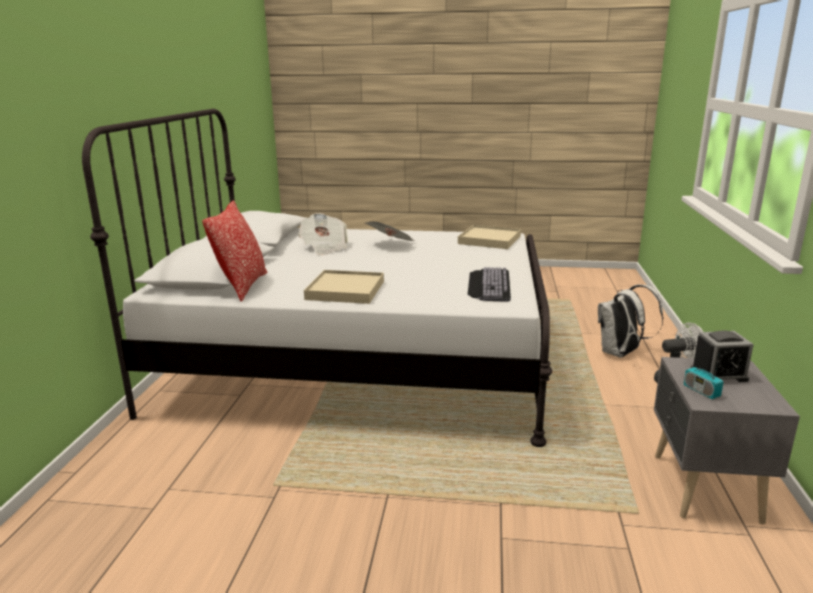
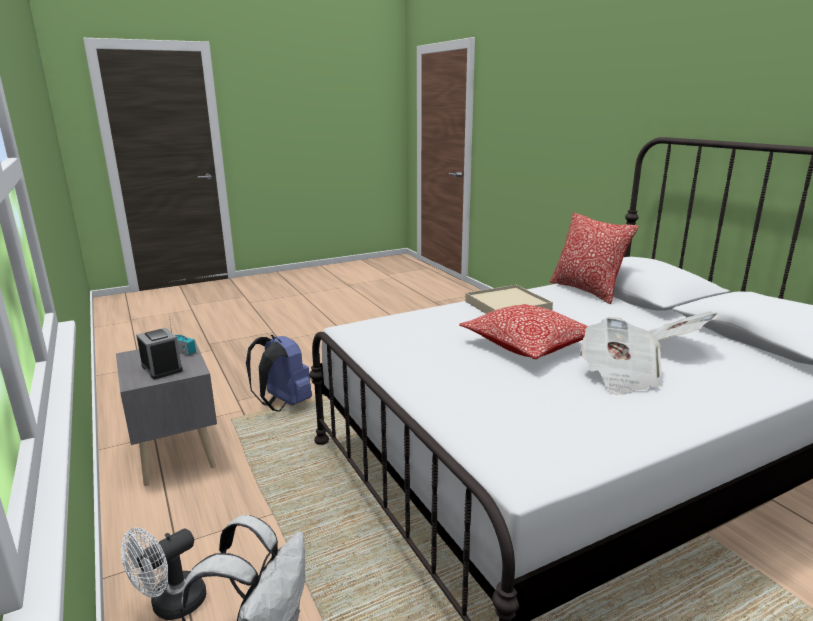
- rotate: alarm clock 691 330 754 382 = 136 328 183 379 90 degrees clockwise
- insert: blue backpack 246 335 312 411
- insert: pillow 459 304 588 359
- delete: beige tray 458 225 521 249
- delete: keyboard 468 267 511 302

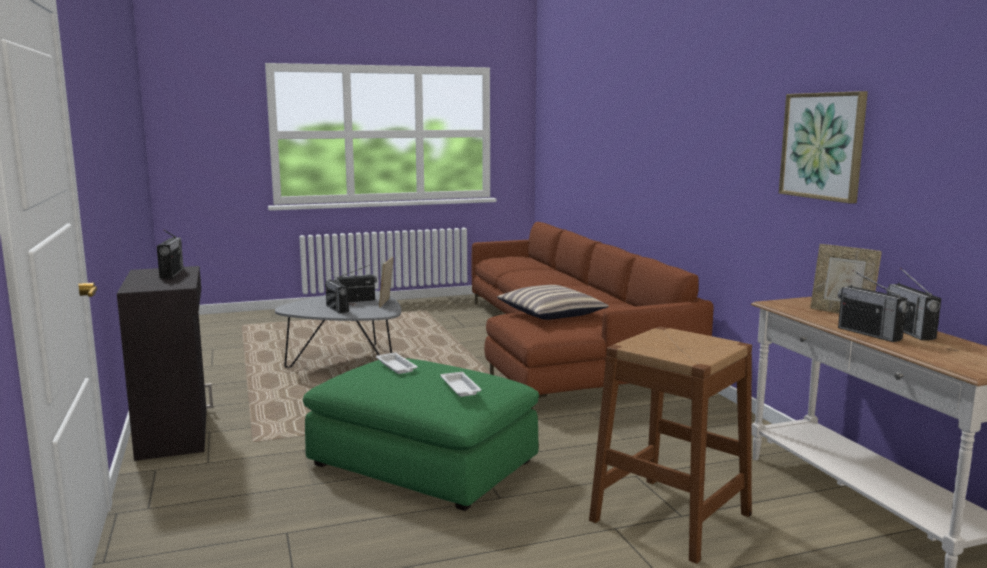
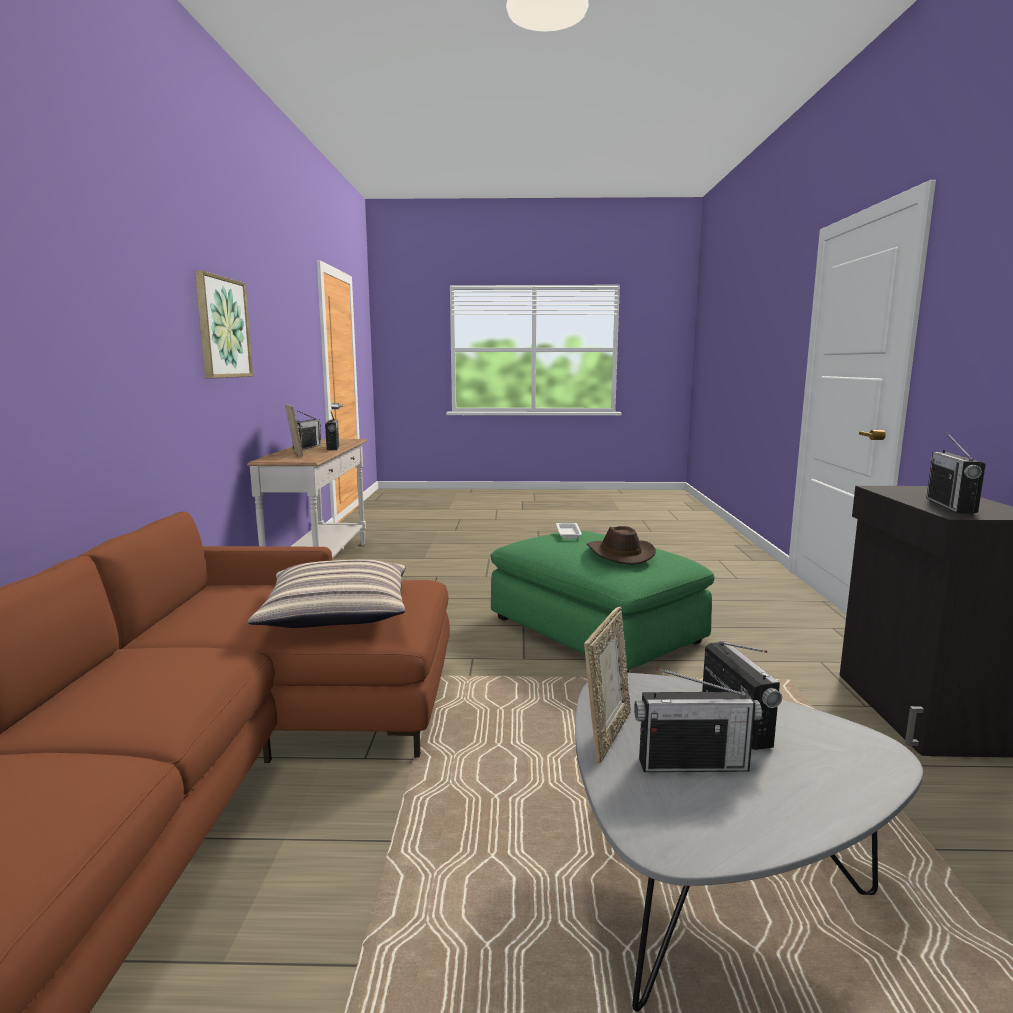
- replace: white tray 376 352 418 374 to brown hat 587 526 656 565
- delete: brown stool 589 327 752 564

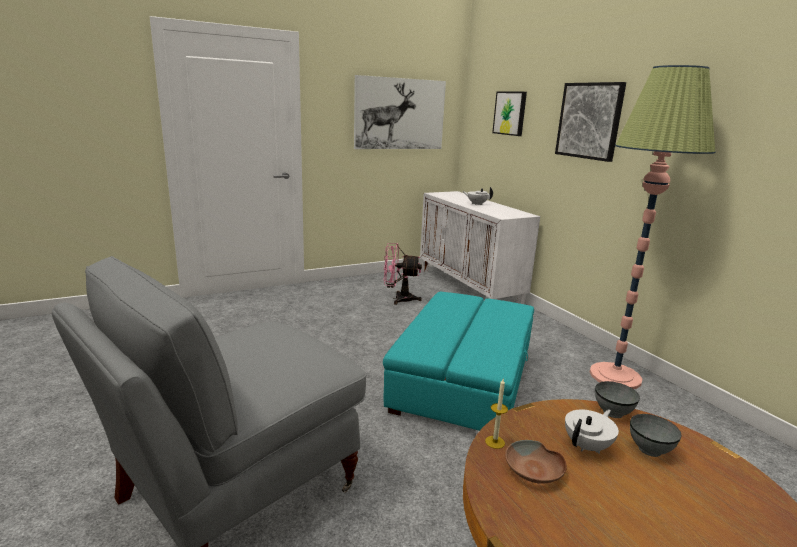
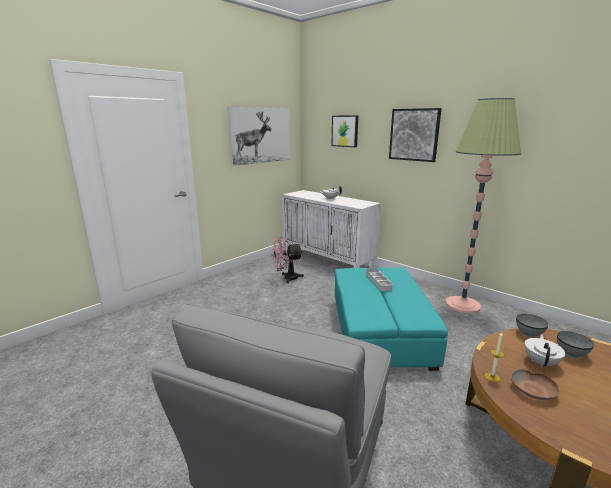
- insert: grey tray 366 268 392 291

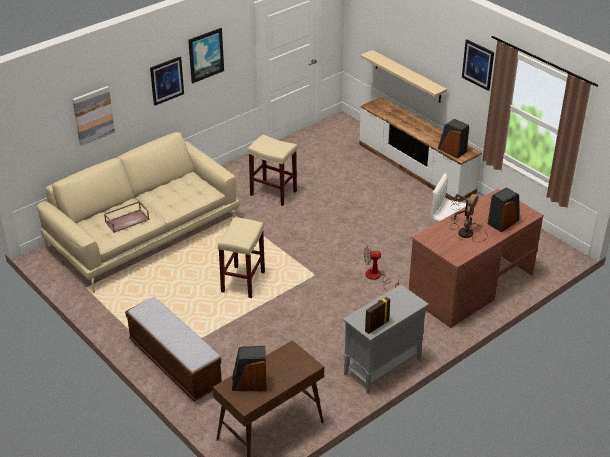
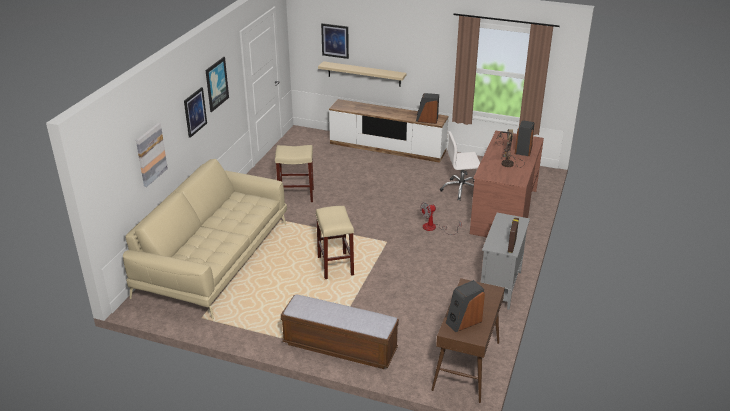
- move: picture 462 39 494 91 to 321 23 349 59
- delete: brown tray 104 201 149 233

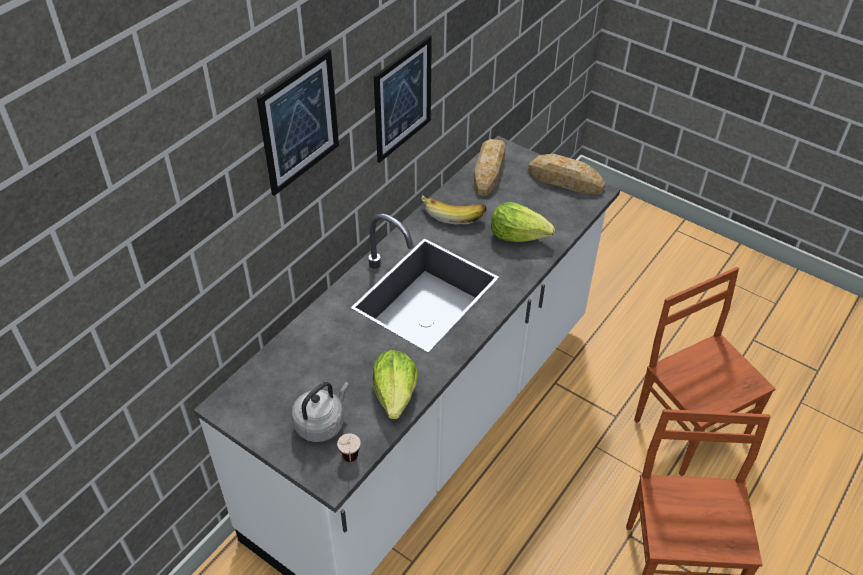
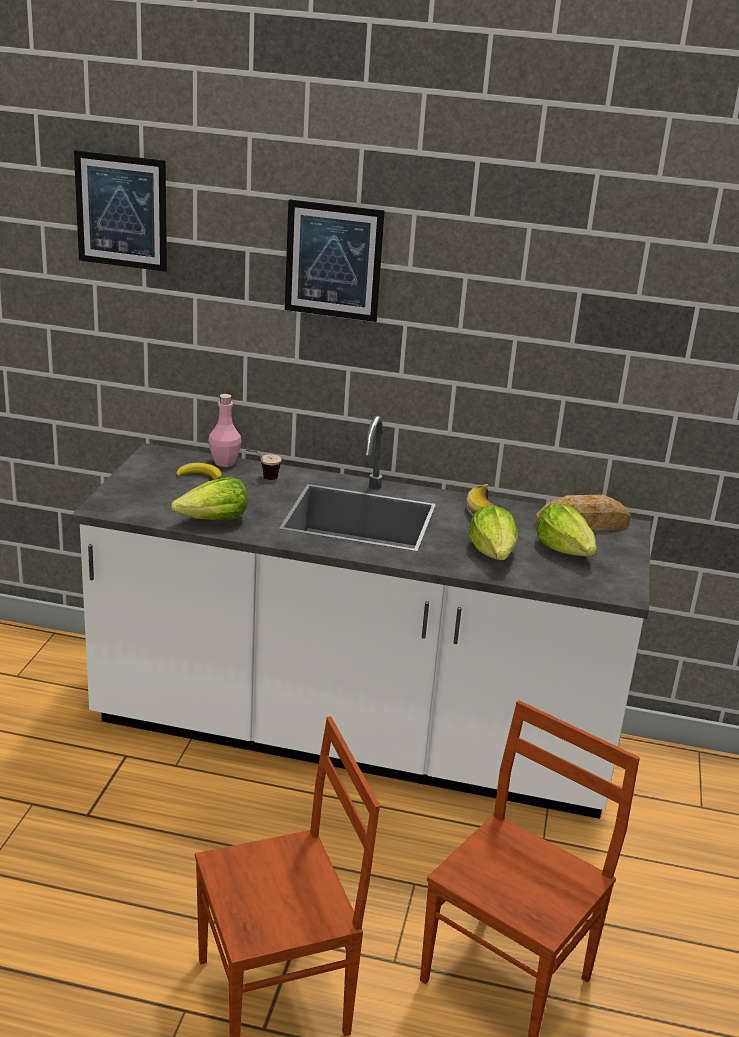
- move: picture 374 35 432 163 to 74 150 167 272
- insert: banana 176 463 222 480
- insert: pink bottle 208 394 242 467
- move: cup 337 433 361 462 to 246 450 282 480
- insert: lettuce 536 503 597 556
- delete: grey kettle 292 382 350 442
- delete: bread 528 154 605 194

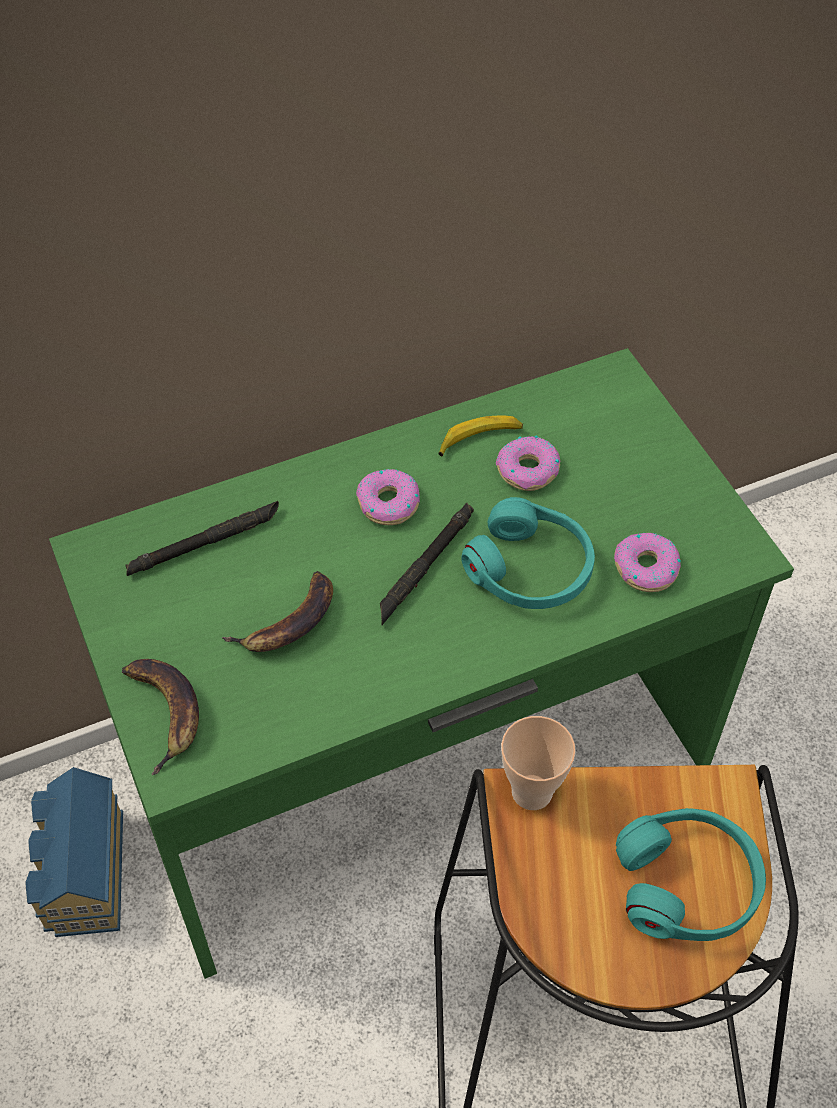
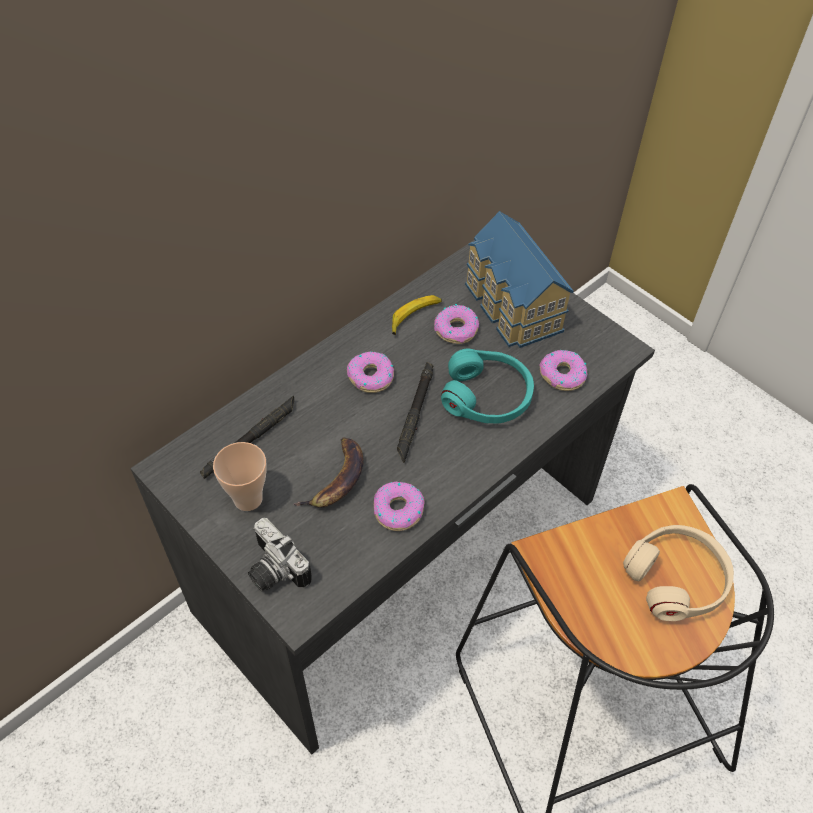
- recolor: green desk 49 348 794 979 to grey desk 130 240 655 755
- move: cup 501 716 576 810 to 213 442 267 511
- replace: banana 122 659 199 775 to photo camera 248 518 312 591
- insert: donut 374 482 425 531
- move: toy house 25 767 123 937 to 465 211 574 348
- recolor: turquoise headphones 616 808 766 941 to beige headphones 623 525 734 621

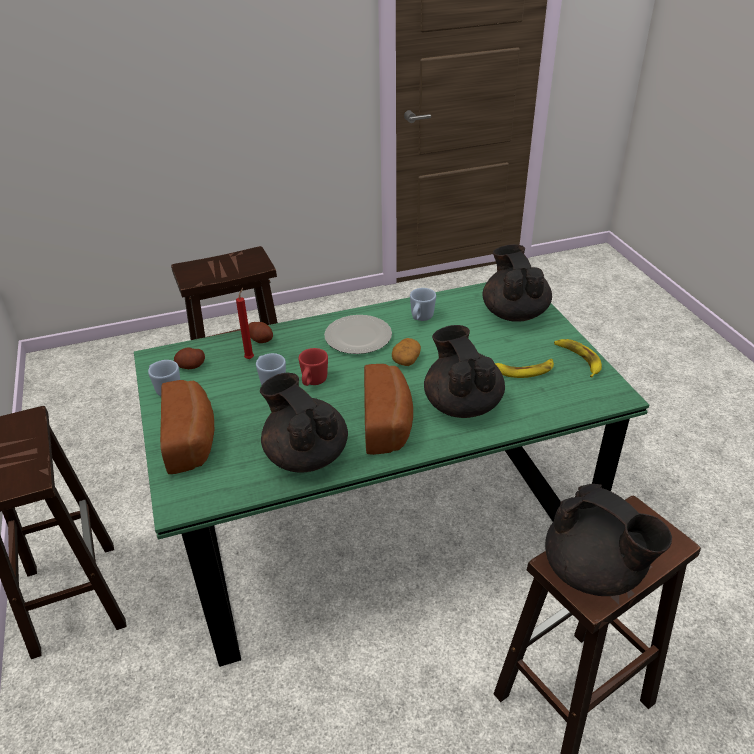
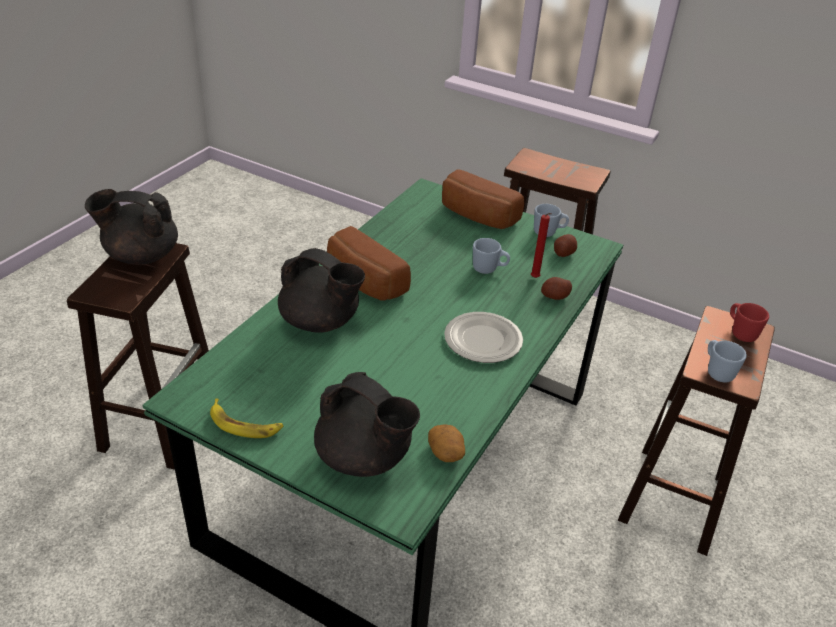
- move: potato 392 338 421 366 to 428 424 465 462
- move: blue mug 410 288 436 321 to 708 340 747 382
- move: red mug 299 348 328 386 to 730 303 769 342
- delete: black teapot 260 373 348 473
- delete: banana 495 359 554 378

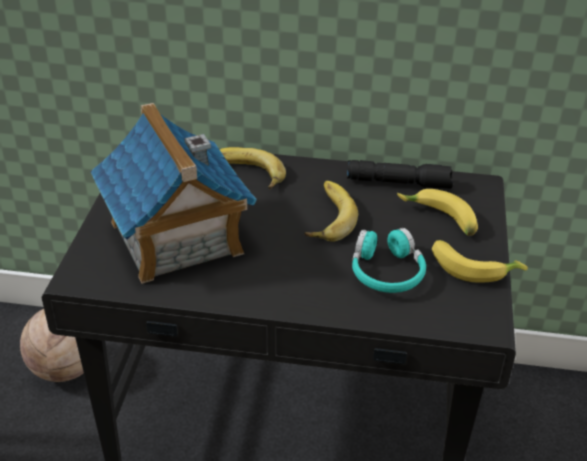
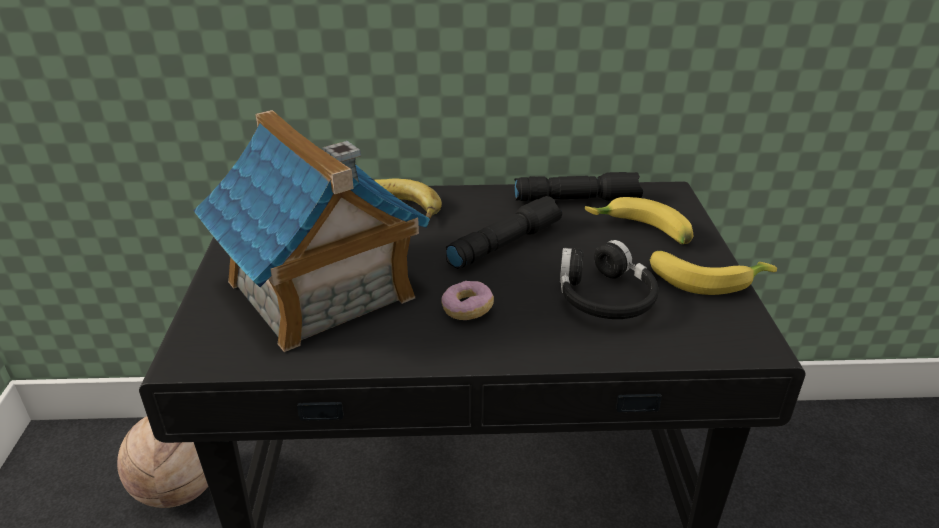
- insert: donut 441 281 494 320
- replace: banana 304 181 358 242 to black flashlight 446 196 562 269
- recolor: turquoise headphones 352 228 426 293 to black headphones 560 240 659 319

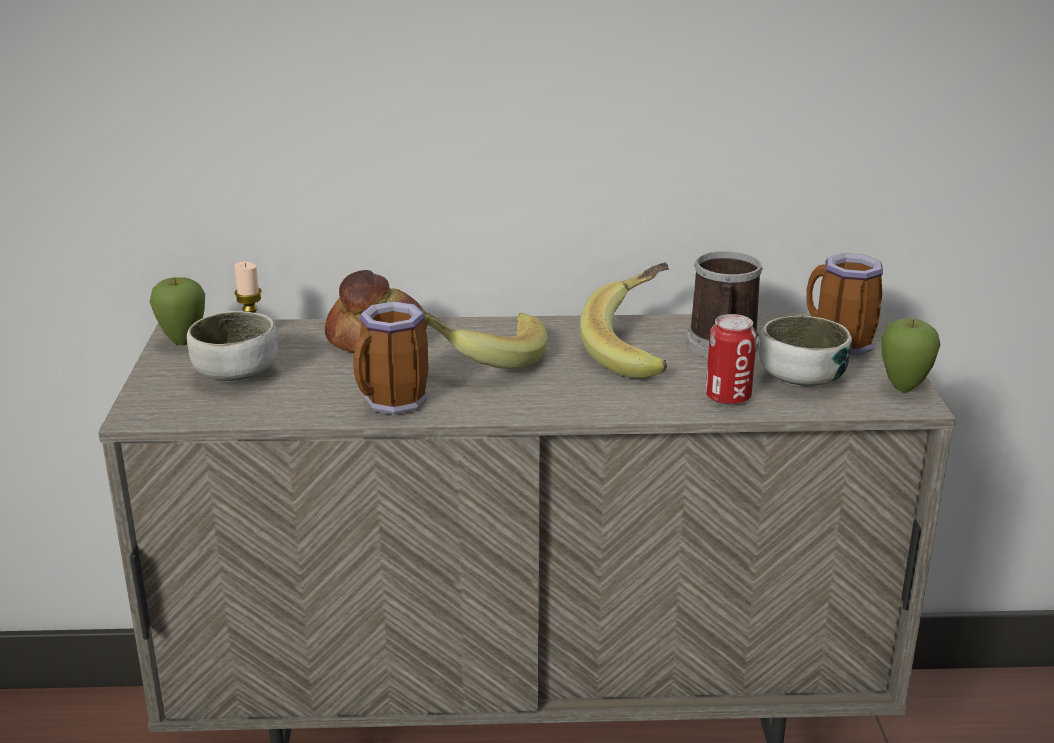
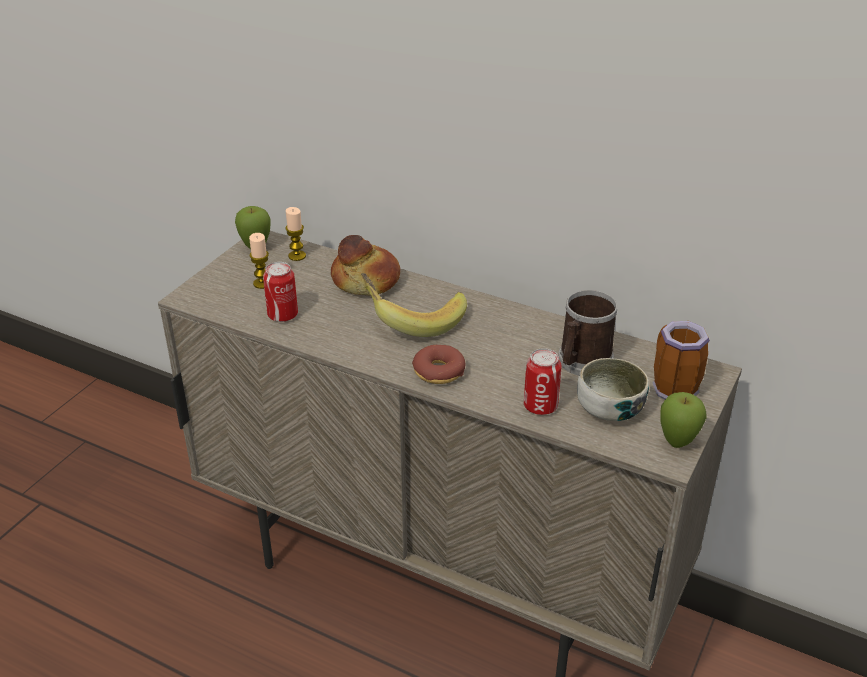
- replace: bowl 187 311 278 382 to candle 249 233 269 289
- insert: can 263 262 298 322
- insert: donut 412 345 466 384
- delete: mug 353 301 429 415
- delete: banana 580 263 669 378

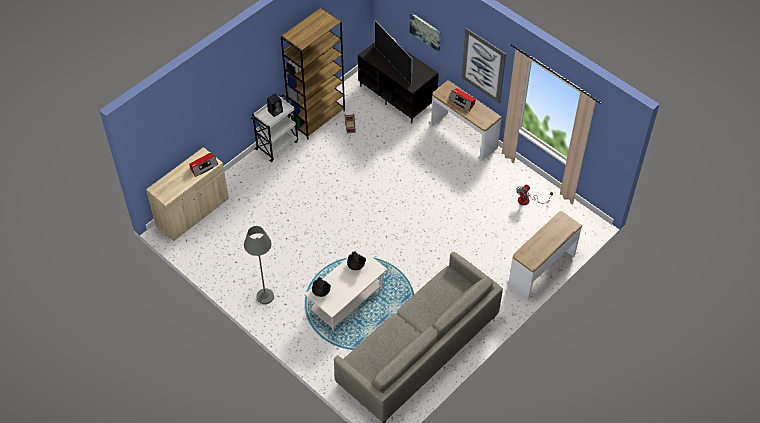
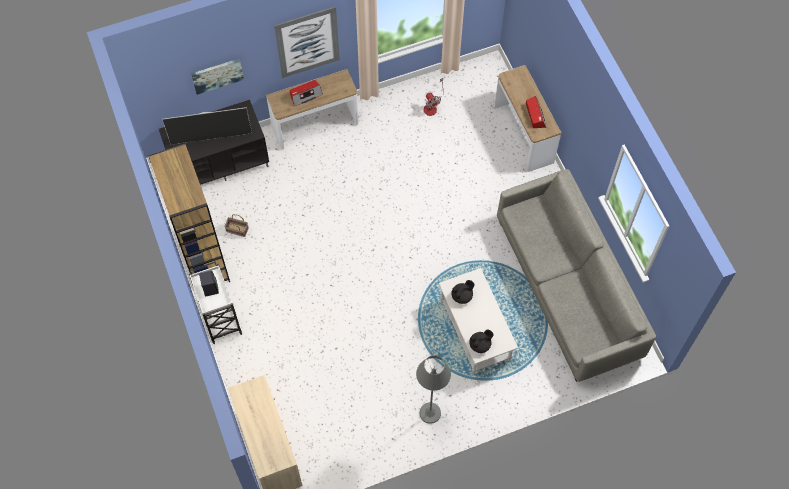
- move: radio 189 153 218 177 to 526 96 546 128

